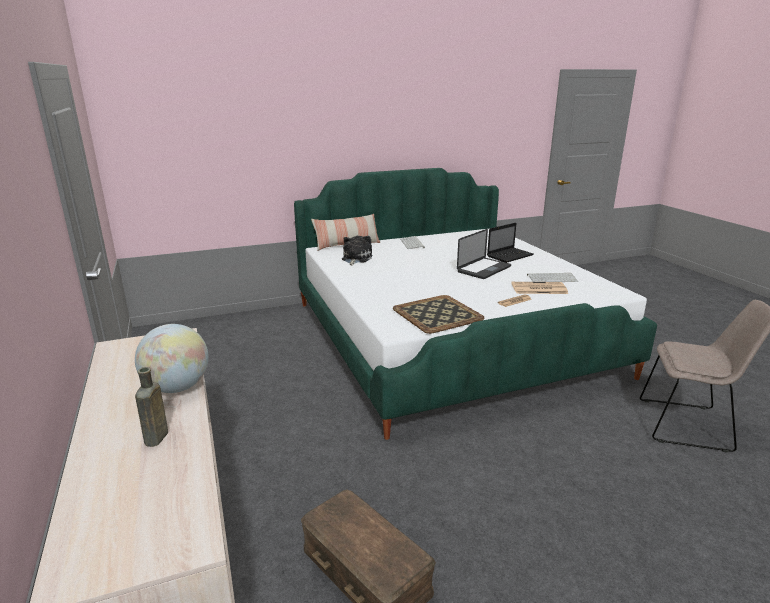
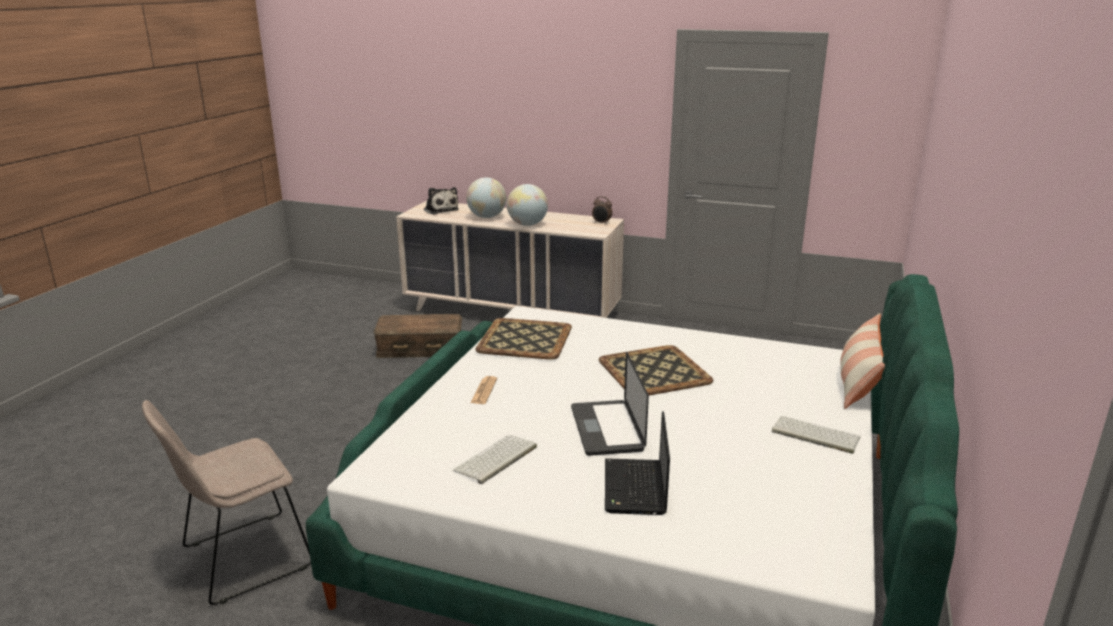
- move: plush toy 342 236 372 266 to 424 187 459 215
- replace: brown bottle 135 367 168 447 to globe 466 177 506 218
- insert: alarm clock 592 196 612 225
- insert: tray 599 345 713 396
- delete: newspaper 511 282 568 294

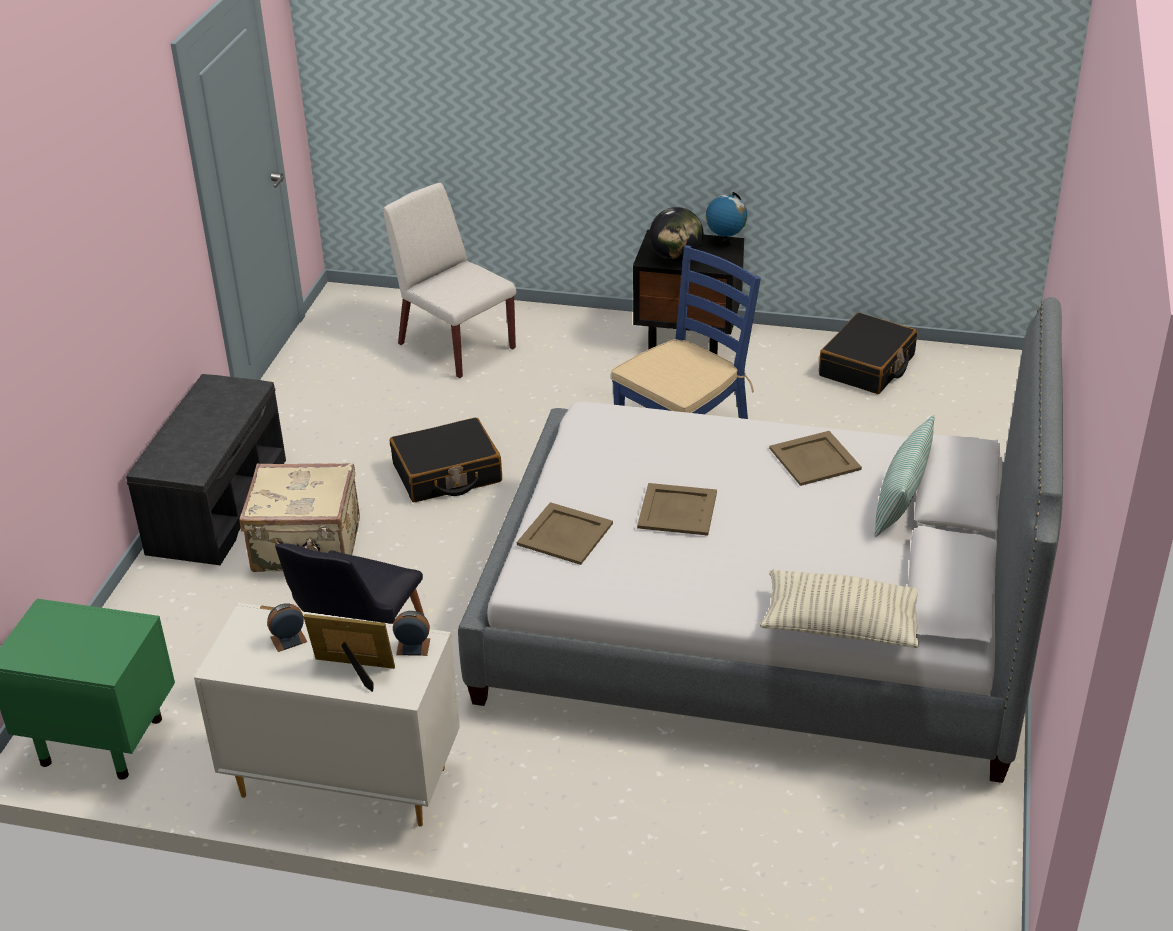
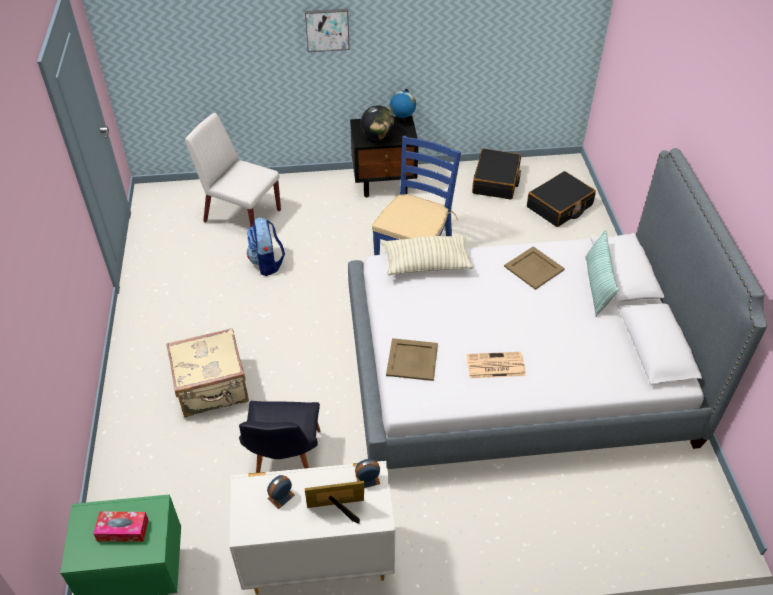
- insert: tissue box 93 511 148 542
- insert: backpack 247 217 285 276
- insert: picture 305 9 350 52
- move: pillow 760 570 919 648 to 381 235 473 275
- insert: newspaper 466 352 526 379
- move: black suitcase 390 418 502 502 to 527 171 596 227
- delete: grey bench 126 374 286 565
- delete: beige tray 637 483 717 536

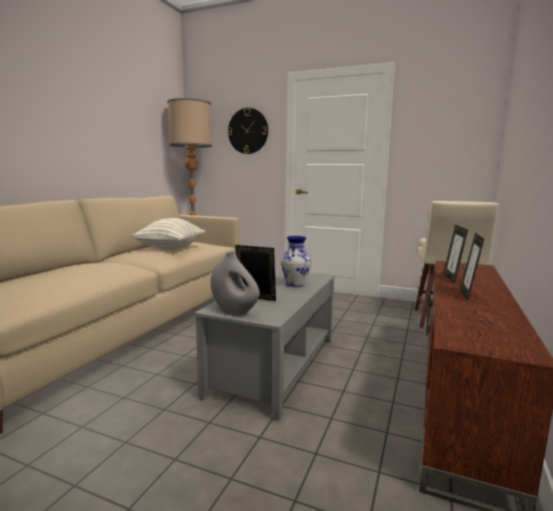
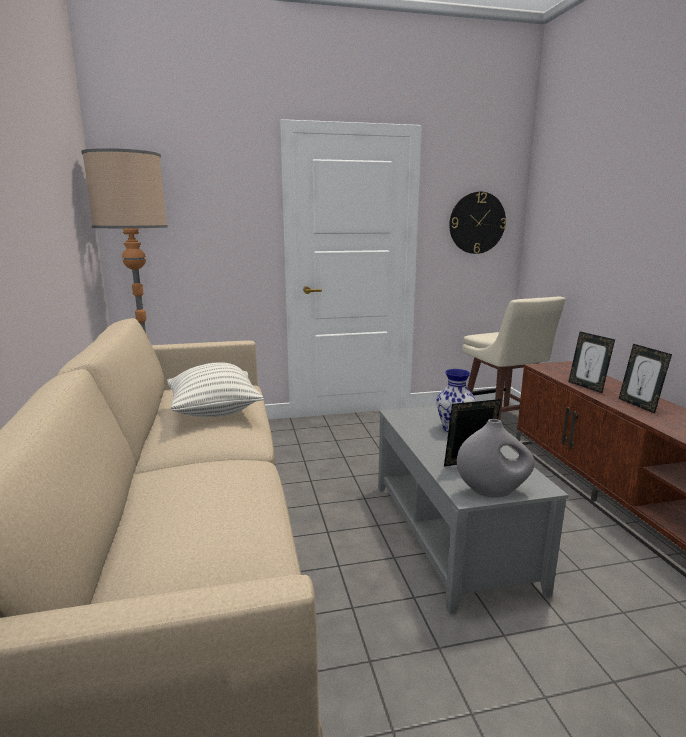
- move: wall clock 228 108 268 154 to 449 192 506 254

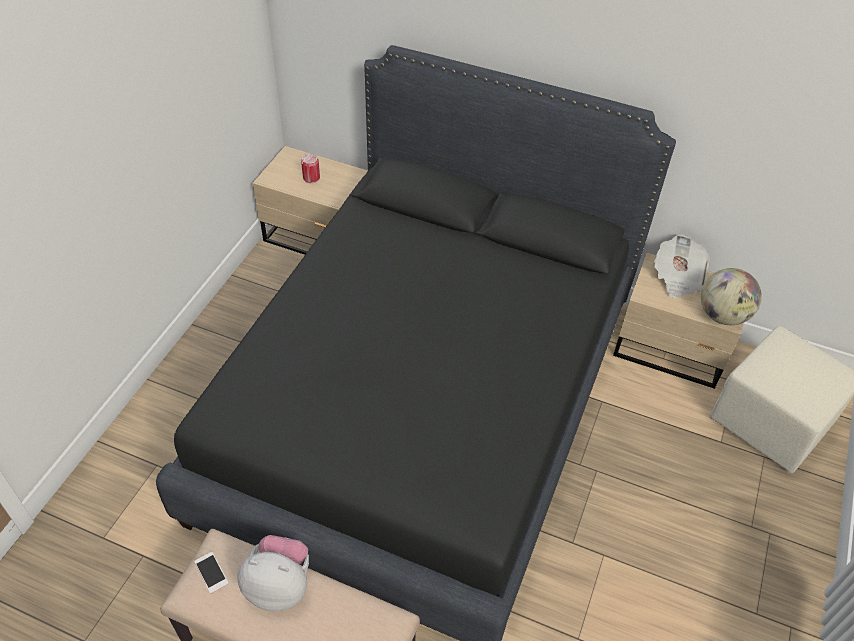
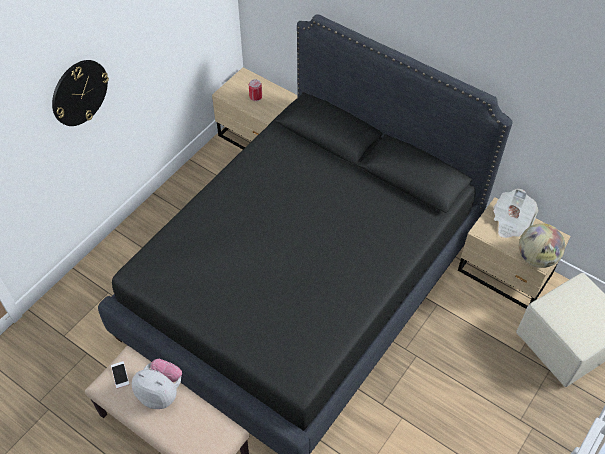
- insert: wall clock 52 60 109 126

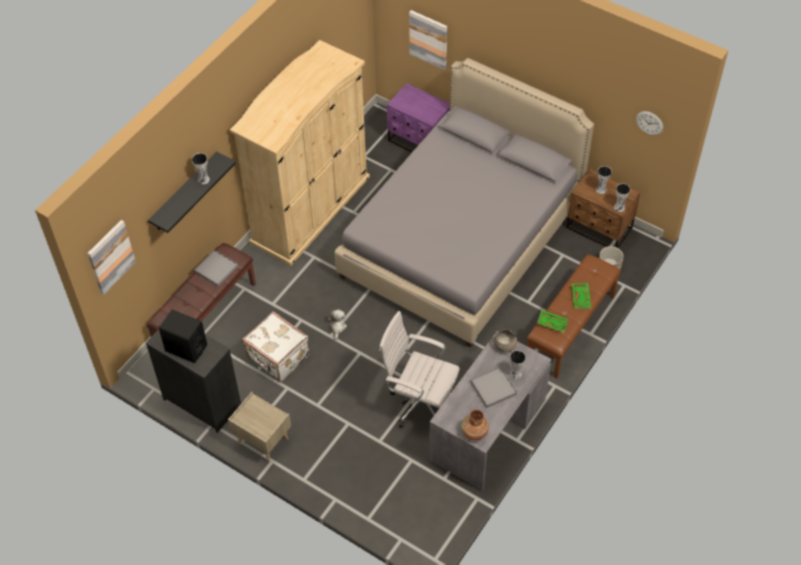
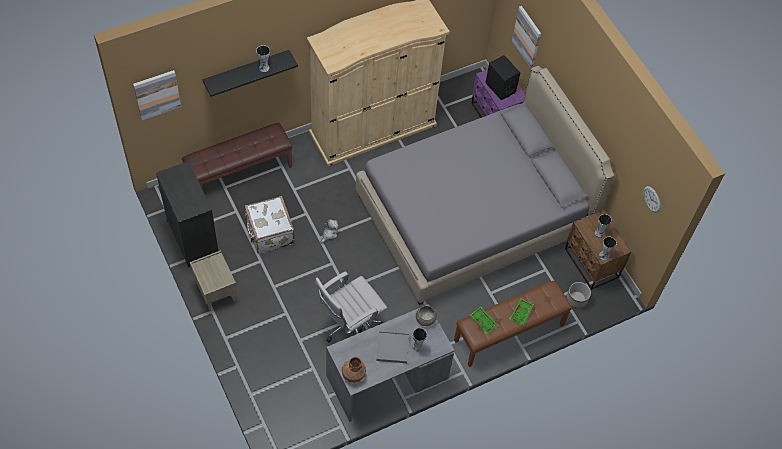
- rotate: white office chair 379 311 460 428 = 315 271 387 342 90 degrees counterclockwise
- move: black speaker 159 310 207 363 to 485 55 520 100
- delete: grey tray 194 250 238 287

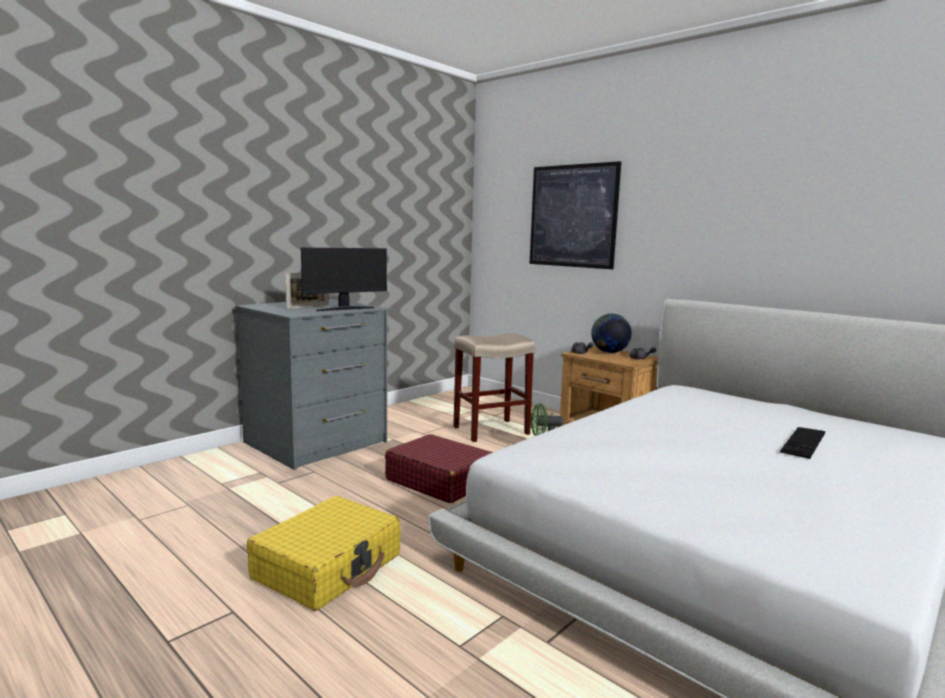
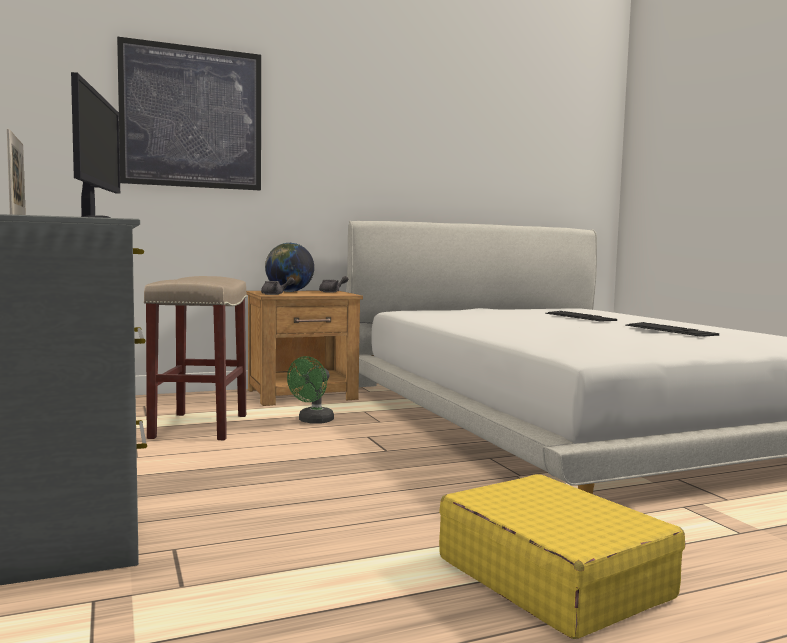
- insert: keyboard 625 322 719 337
- delete: red suitcase 385 434 493 503

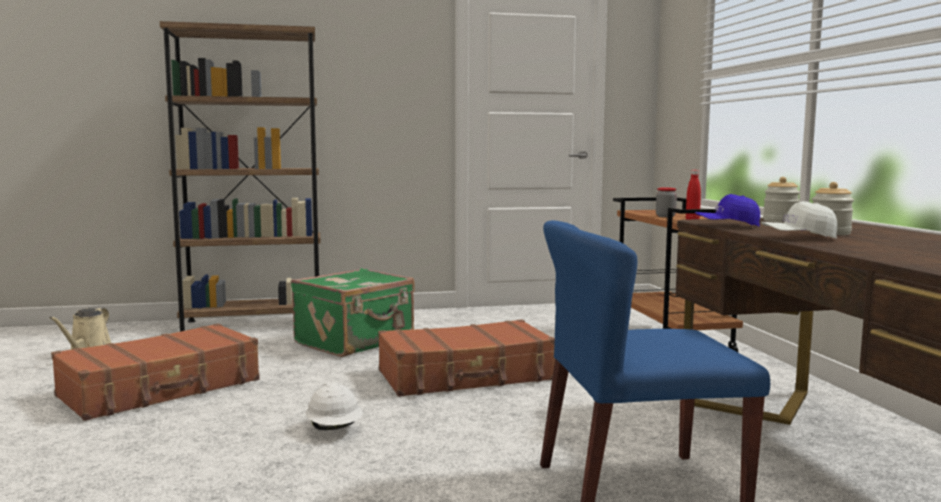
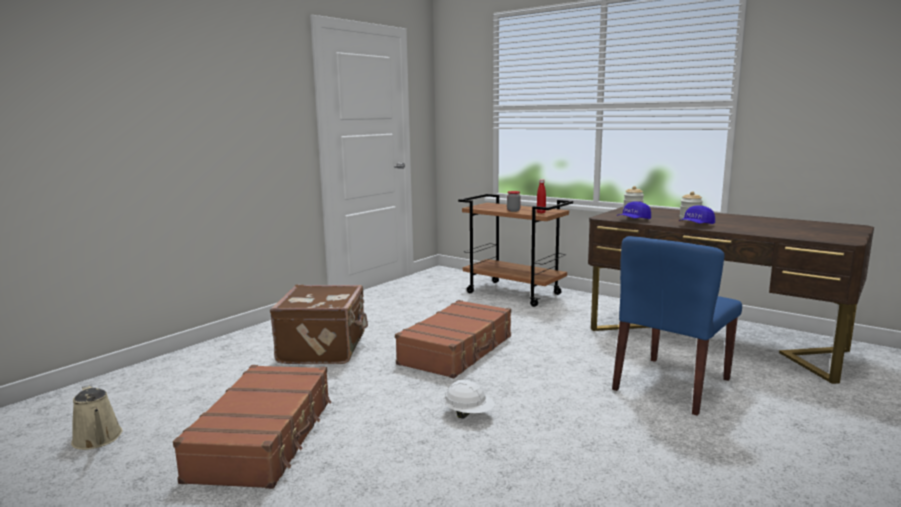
- recolor: green suitcase 291 268 415 357 to brown suitcase 270 284 368 364
- recolor: white cap 761 201 838 239 to blue cap 679 205 715 224
- delete: brown bookcase 160 21 321 332

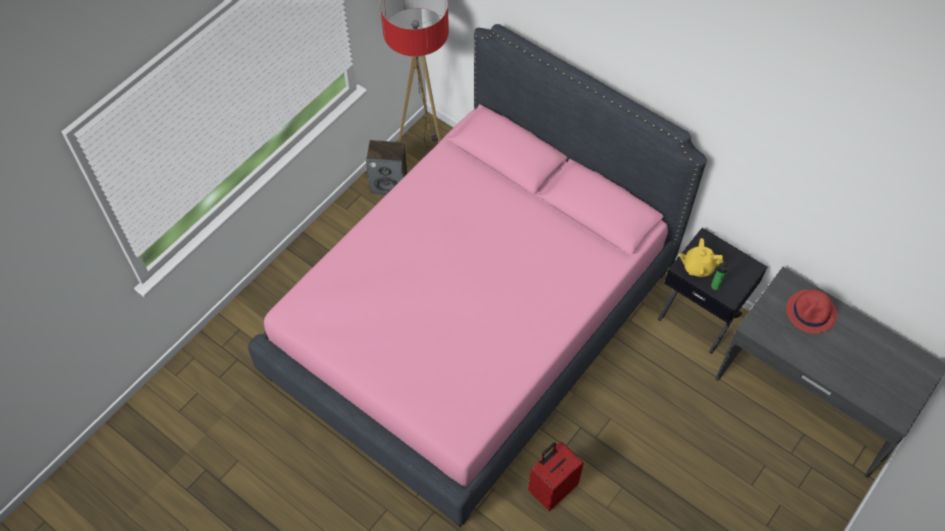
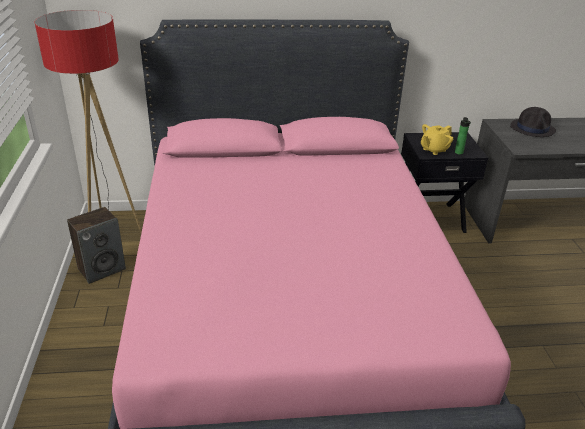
- recolor: red hat 786 290 837 334 to black hat 510 107 556 137
- delete: red suitcase 528 441 584 511

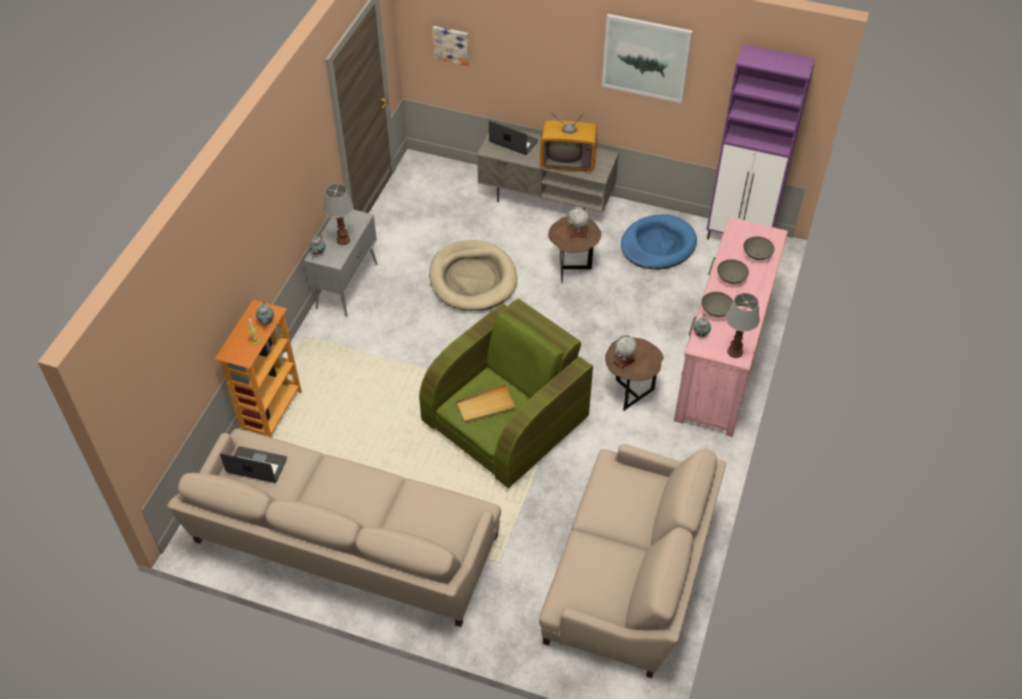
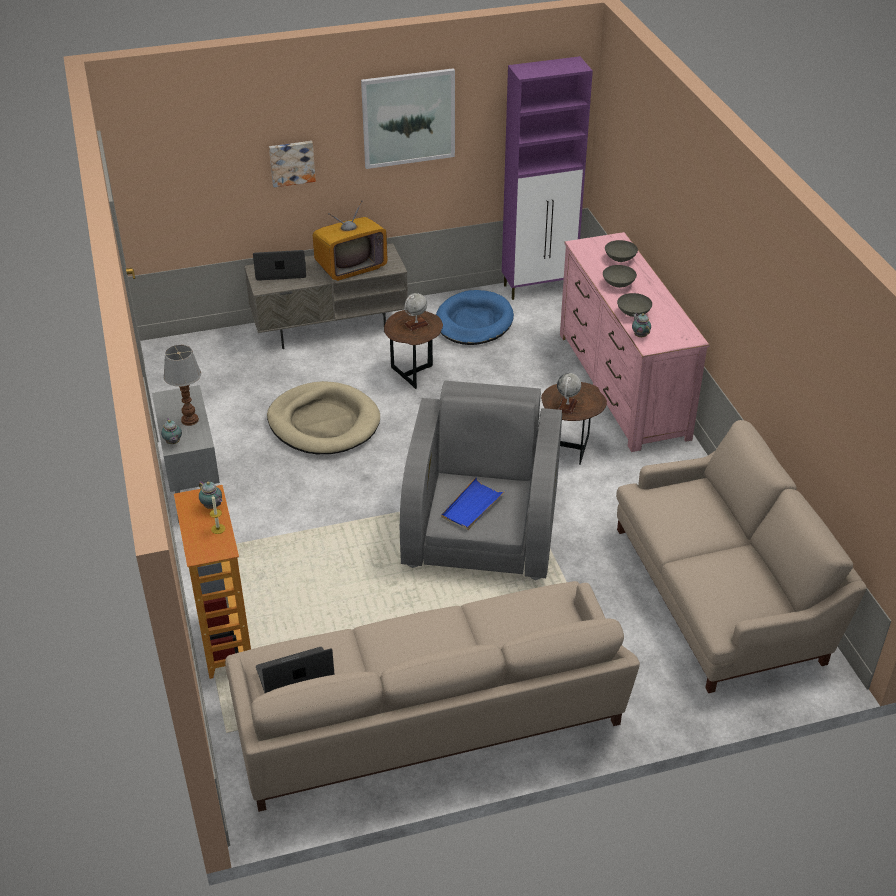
- move: picture 432 26 469 66 to 269 141 316 187
- recolor: green armchair 419 299 593 488 to grey armchair 400 381 562 580
- recolor: beige tray 456 384 516 423 to blue tray 441 477 505 530
- delete: table lamp 726 293 760 358

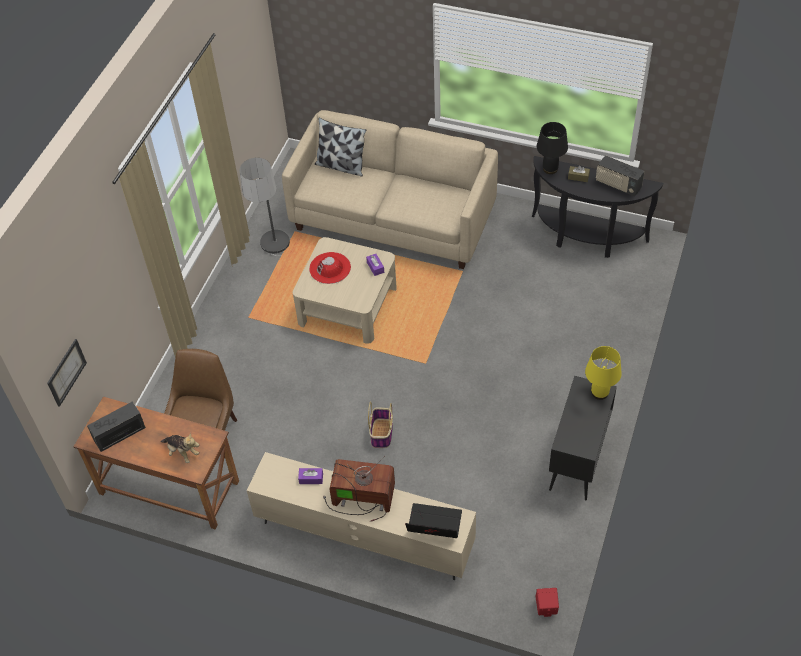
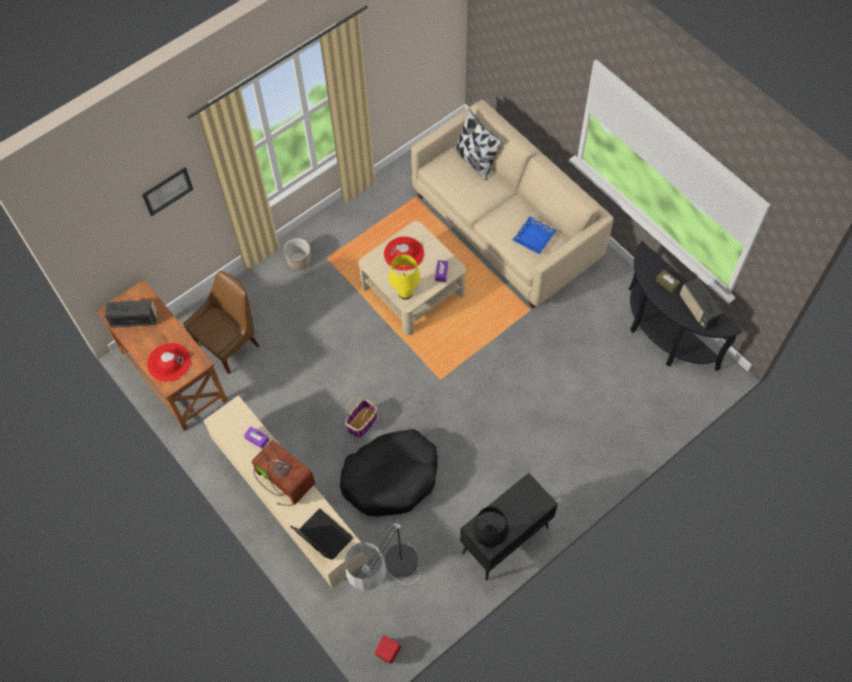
- move: picture 47 339 87 407 to 142 167 193 216
- replace: plush toy 161 433 199 463 to red hat 147 343 191 382
- insert: planter 283 238 311 270
- insert: black dog bed 340 429 438 517
- move: floor lamp 239 158 290 256 to 345 522 420 591
- move: yellow table lamp 585 346 622 400 to 389 255 420 299
- move: black table lamp 537 122 568 174 to 472 506 509 548
- insert: blue tray 513 216 557 255

